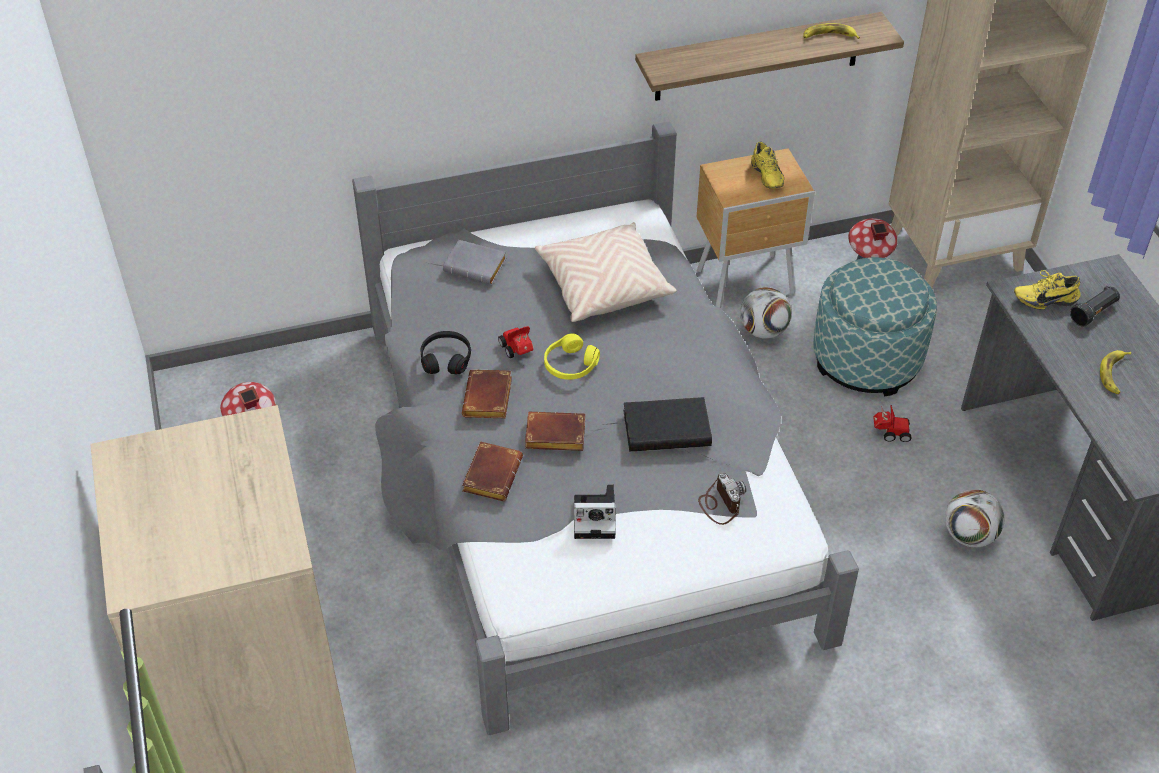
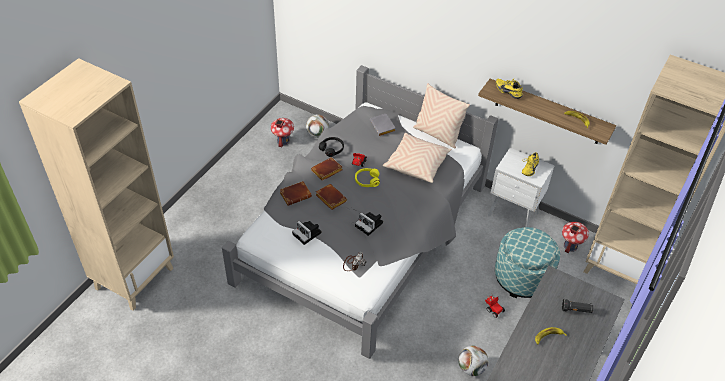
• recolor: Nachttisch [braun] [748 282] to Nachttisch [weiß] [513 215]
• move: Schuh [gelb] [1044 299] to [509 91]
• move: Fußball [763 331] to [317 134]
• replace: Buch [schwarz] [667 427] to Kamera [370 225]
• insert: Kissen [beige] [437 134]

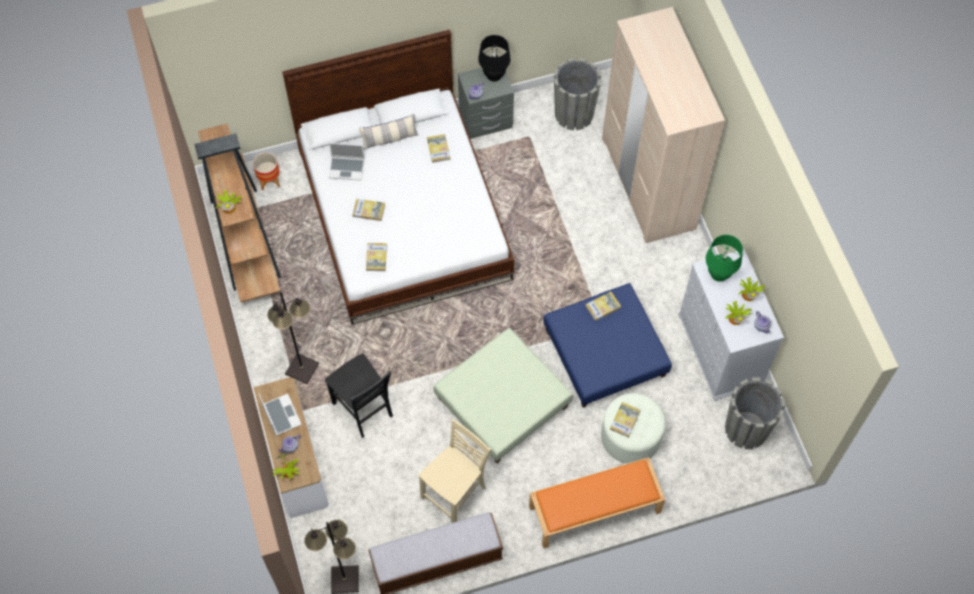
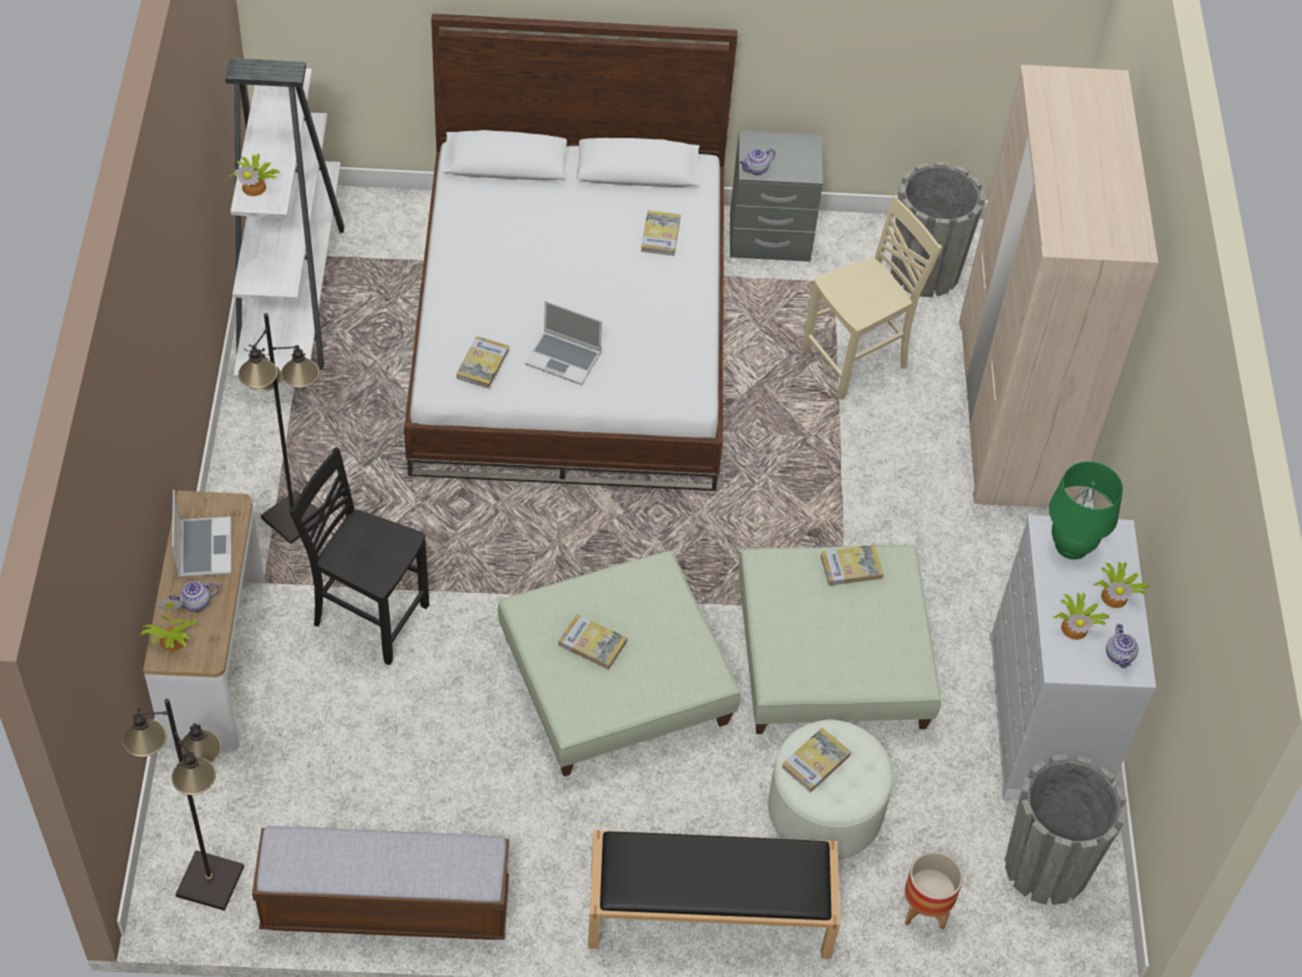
• delete: Tischlampe [schwarz] [494 75]
• delete: Kissen [389 139]
• recolor: Bücherregal [braun] [244 236] to Bücherregal [weiß] [291 292]
• move: Laptop [347 168] to [564 359]
• move: Pflanzkübel [269 181] to [925 910]
• move: Buch [368 210] to [592 643]
• recolor: Polsterhocker [blau] [605 354] to Polsterhocker [grün] [832 658]
• rotate: Stuhl [schwarz] [364 410] = [368 615] 135 degrees clockwise
• move: Stuhl [beige] [455 493] to [857 360]
• recolor: Bank [orange] [594 510] to Bank [schwarz] [708 913]

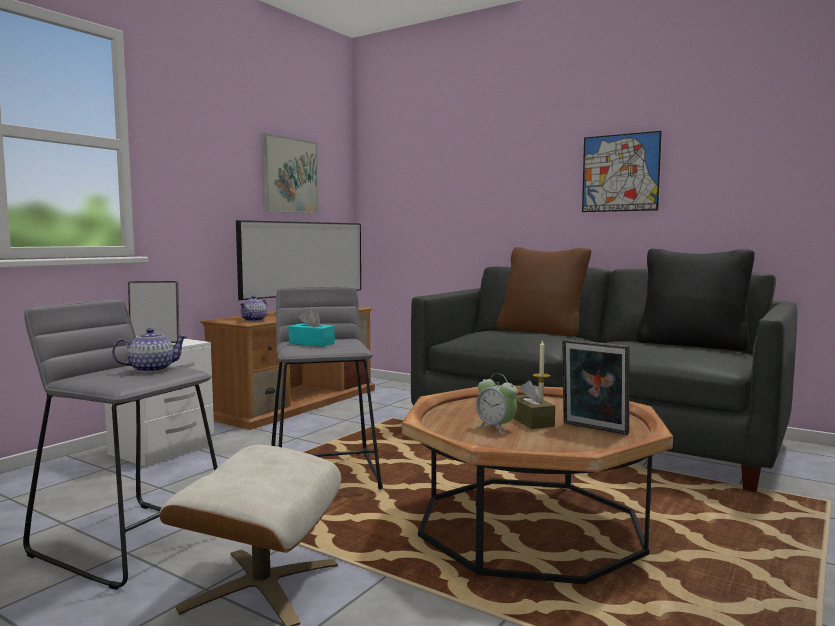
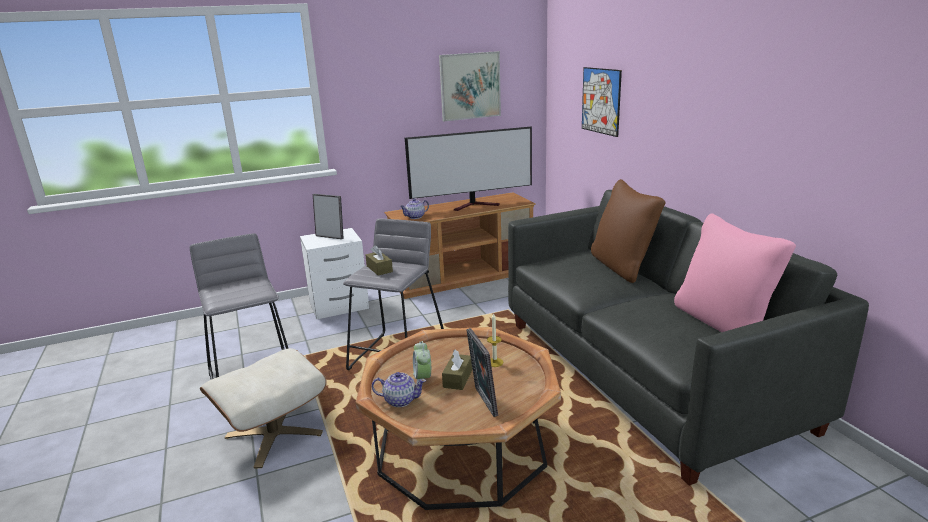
• move: Bild [620 173] to [601 101]
• recolor: Kissen [schwarz] [692 344] to Kissen [rosa] [723 322]
• recolor: Taschentuchbox [türkis] [311 343] to Taschentuchbox [braun] [379 269]
• move: Teekanne [151 369] to [400 400]

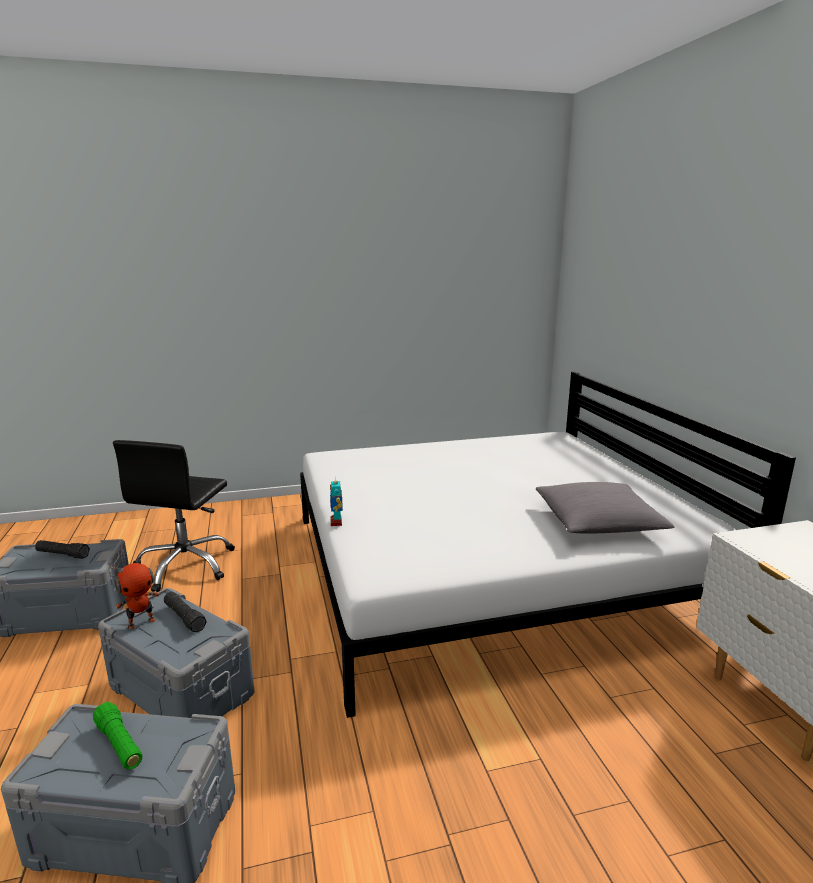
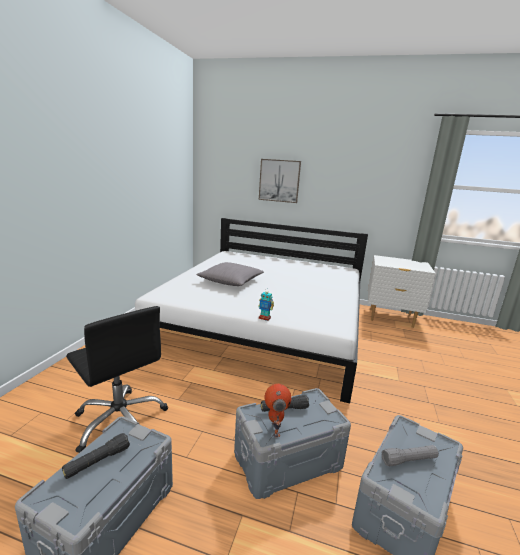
• move: Kissen [grau] [598 522] to [231 281]
• recolor: Taschenlampe [grün] [119 744] to Taschenlampe [grau] [409 460]
• insert: Bild [279 180]

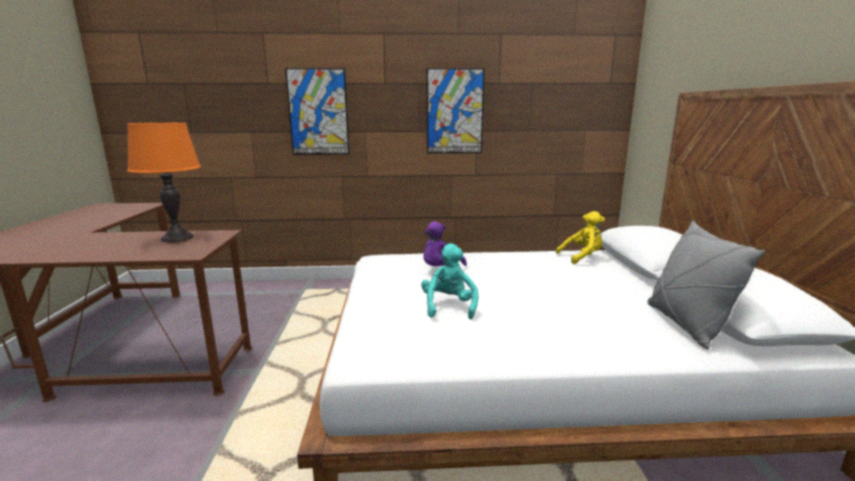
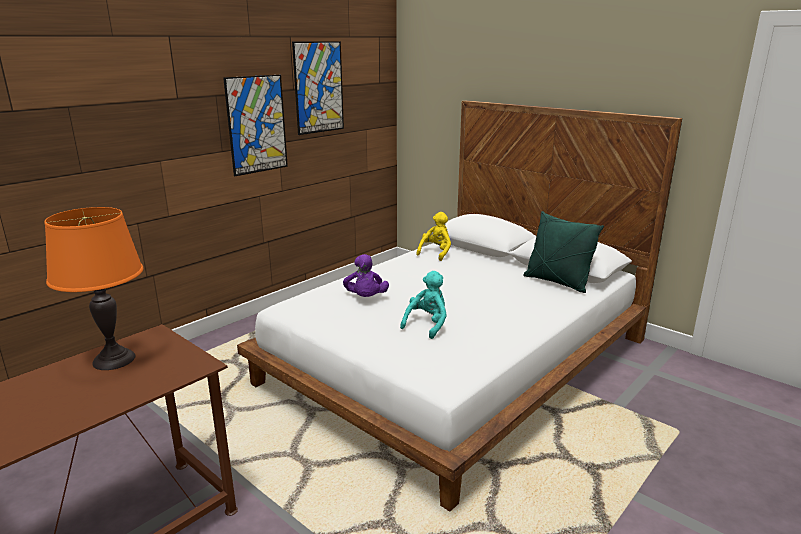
• move: Bild [318 112] to [318 87]
• recolor: Kissen [grau] [686 325] to Kissen [grün] [557 282]
• rotate: Plüschtier [türkis] [449 306] = [427 324] 75 degrees clockwise

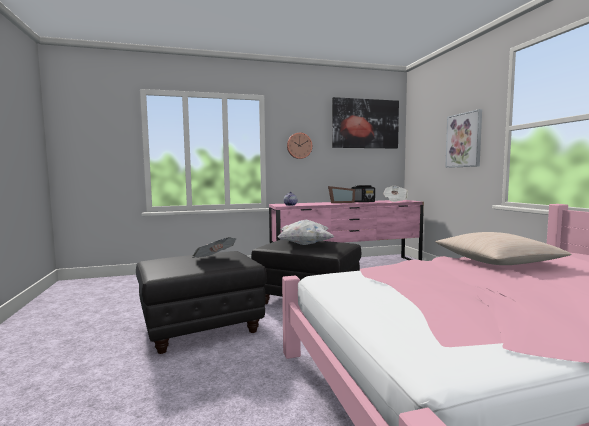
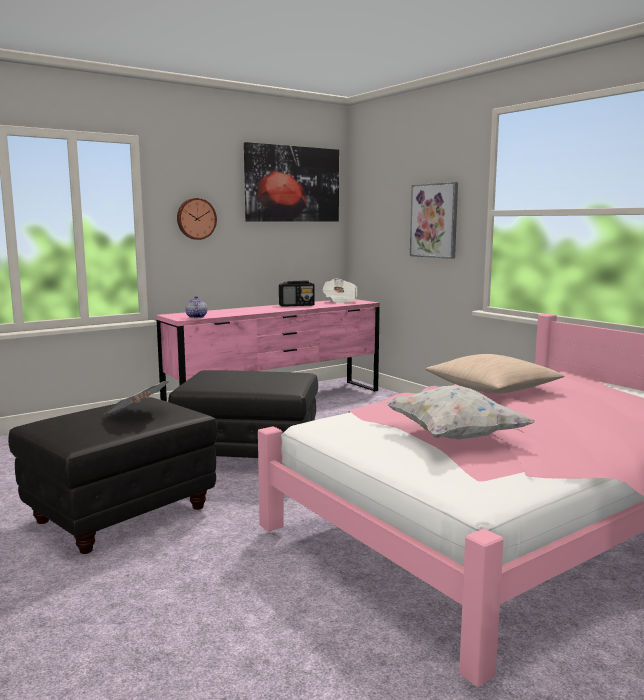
• delete: Bilderrahmen [340 202]
• move: Kissen [weiß] [305 244] to [453 436]

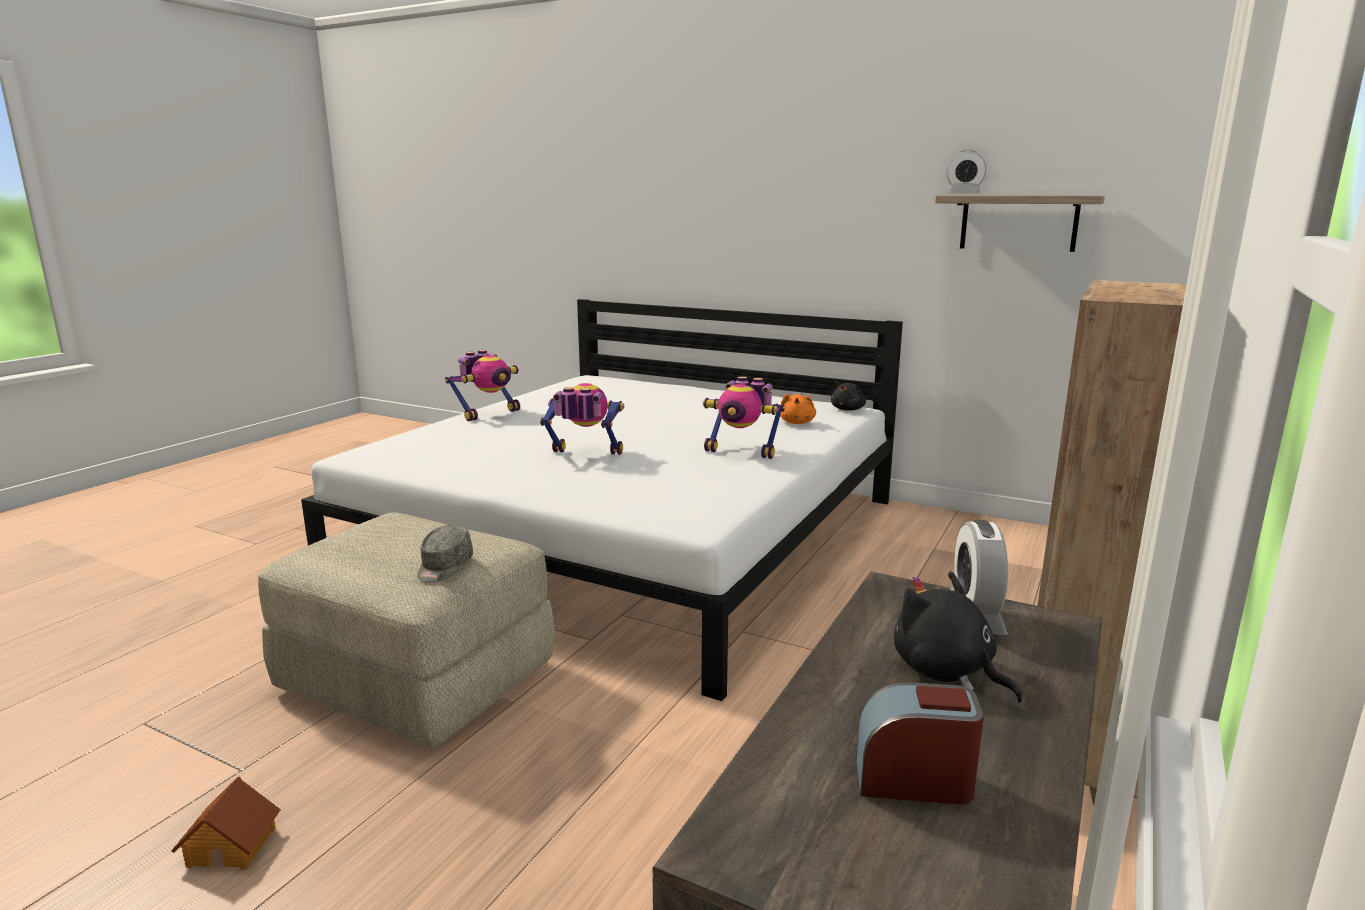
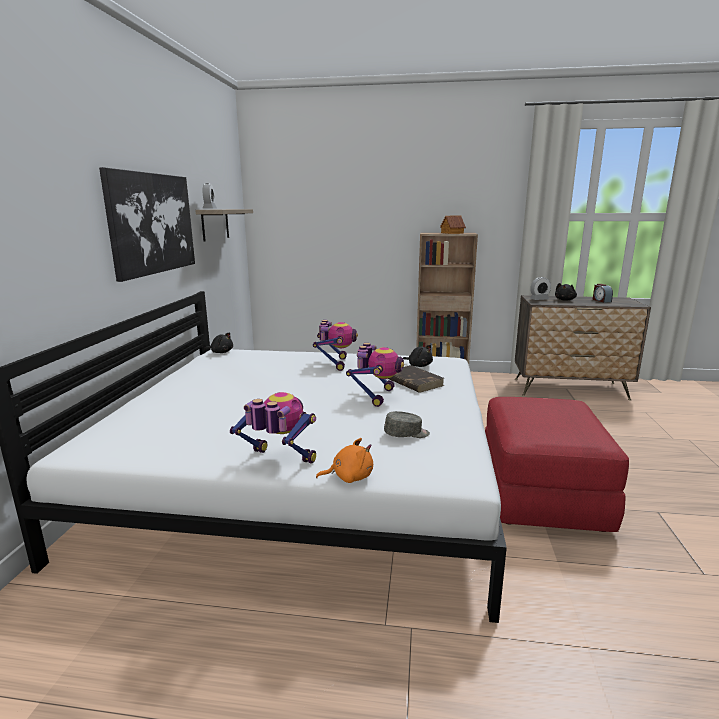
• rotate: Spielzeugroboter [584 455] = [376 396] 150 degrees counterclockwise
• move: Plüschtier [orange] [797 422] to [349 477]
• recolor: Polsterhocker [beige] [420 678] to Polsterhocker [rot] [540 493]
• move: Kappe [grau] [444 567] to [406 434]
• move: Spielzeughaus [232 845] to [451 233]
• insert: Bild [152 223]
• insert: Plüschtier [schwarz] [419 365]
• insert: Buch [braun] [413 382]

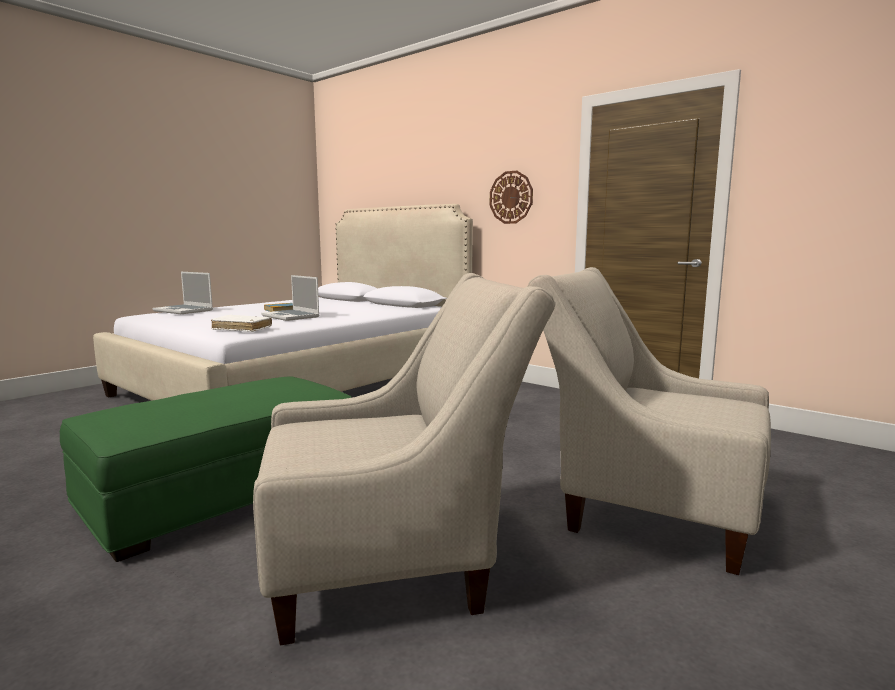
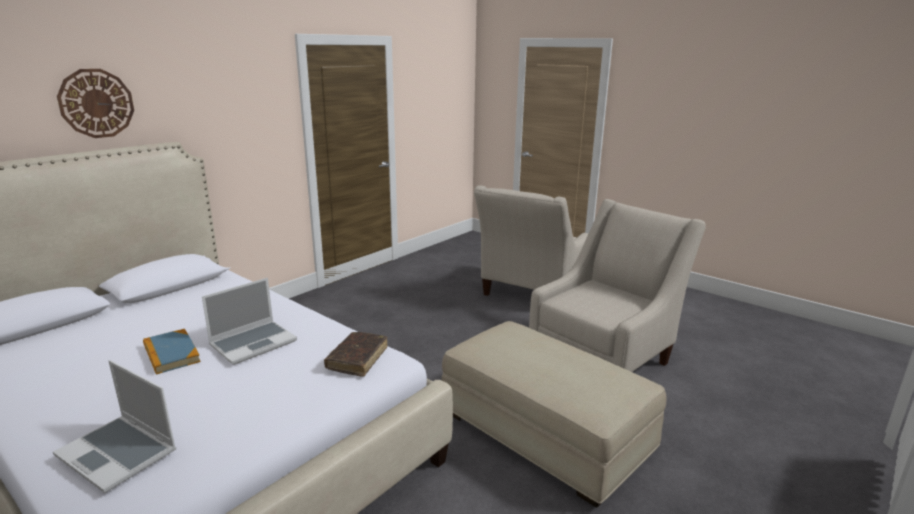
• move: Wanduhr [511 197] to [96 103]
• rotate: Laptop [184 311] = [119 453] 90 degrees clockwise
• rotate: Sessel [beige] [394 561] = [605 356] 60 degrees clockwise
• recolor: Buch [weiß] [242 329] to Buch [braun] [357 359]
• recolor: Polsterhocker [grün] [224 492] to Polsterhocker [beige] [543 431]

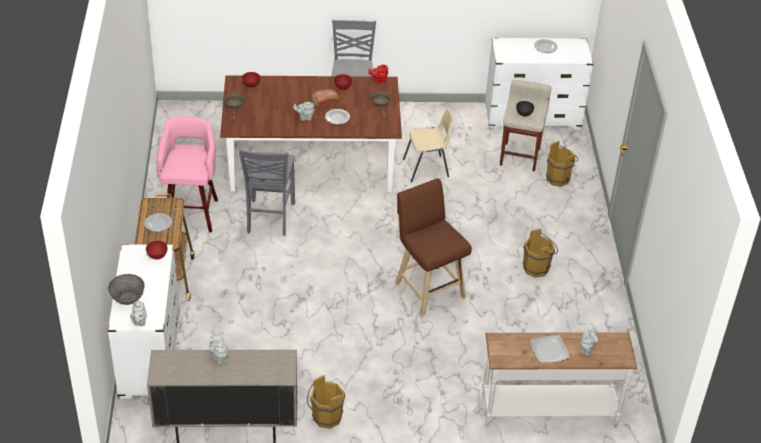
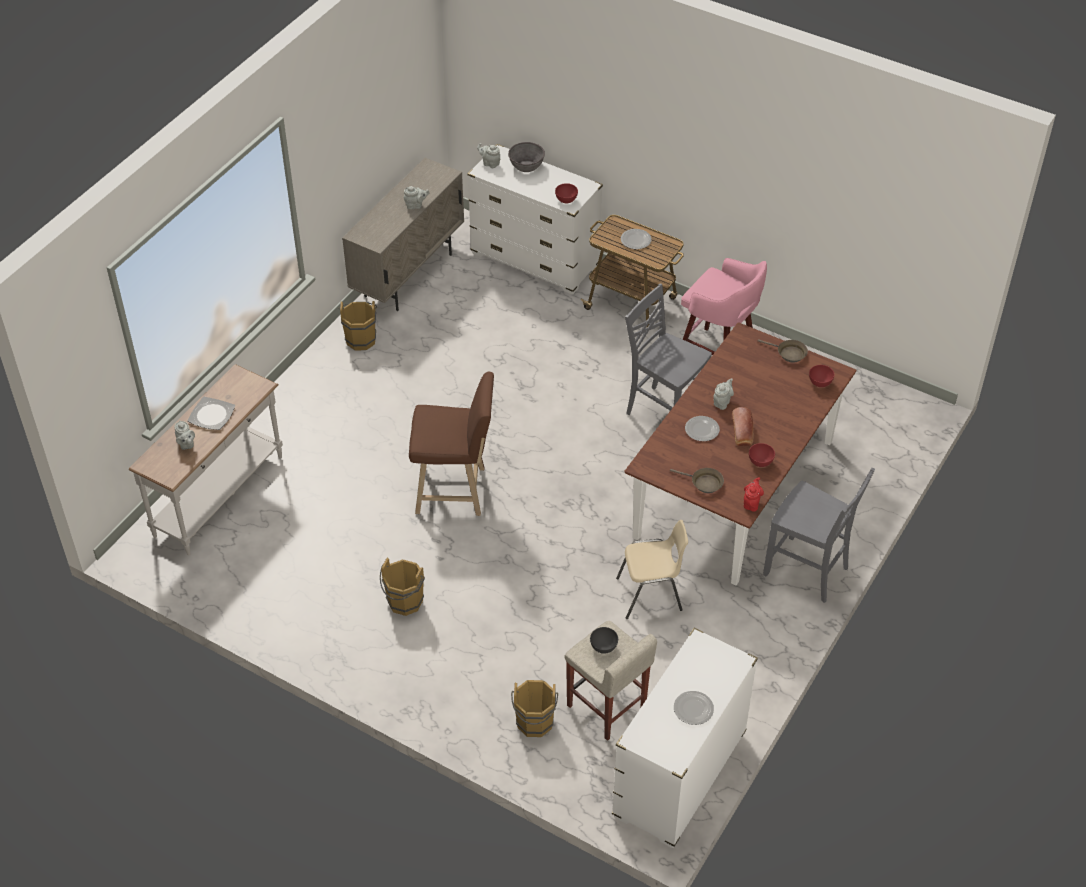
• rotate: Stuhl [beige] [427 168] = [651 595] 120 degrees counterclockwise

